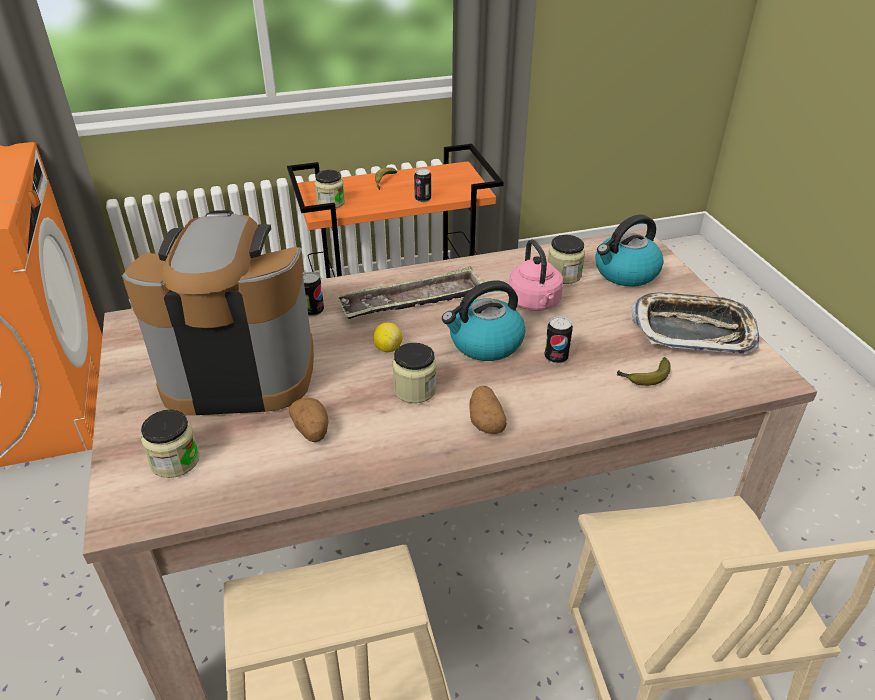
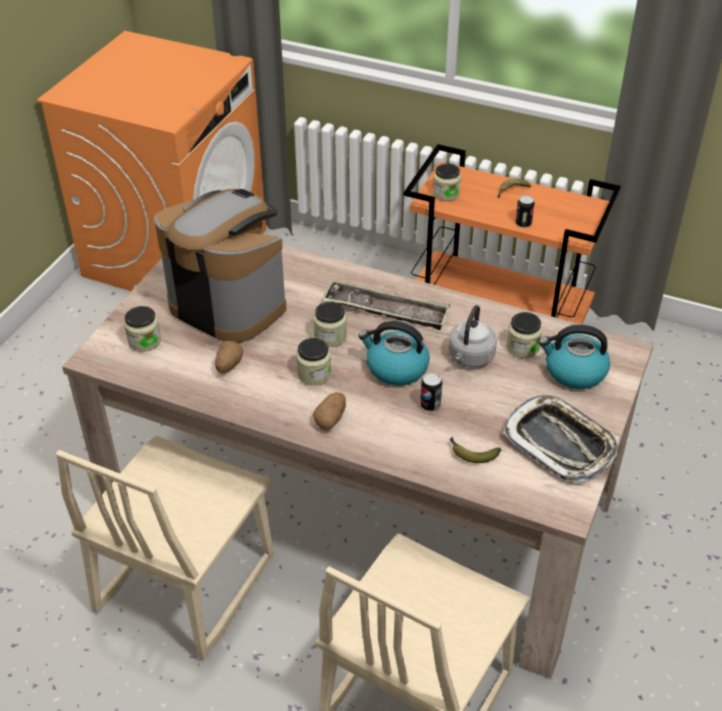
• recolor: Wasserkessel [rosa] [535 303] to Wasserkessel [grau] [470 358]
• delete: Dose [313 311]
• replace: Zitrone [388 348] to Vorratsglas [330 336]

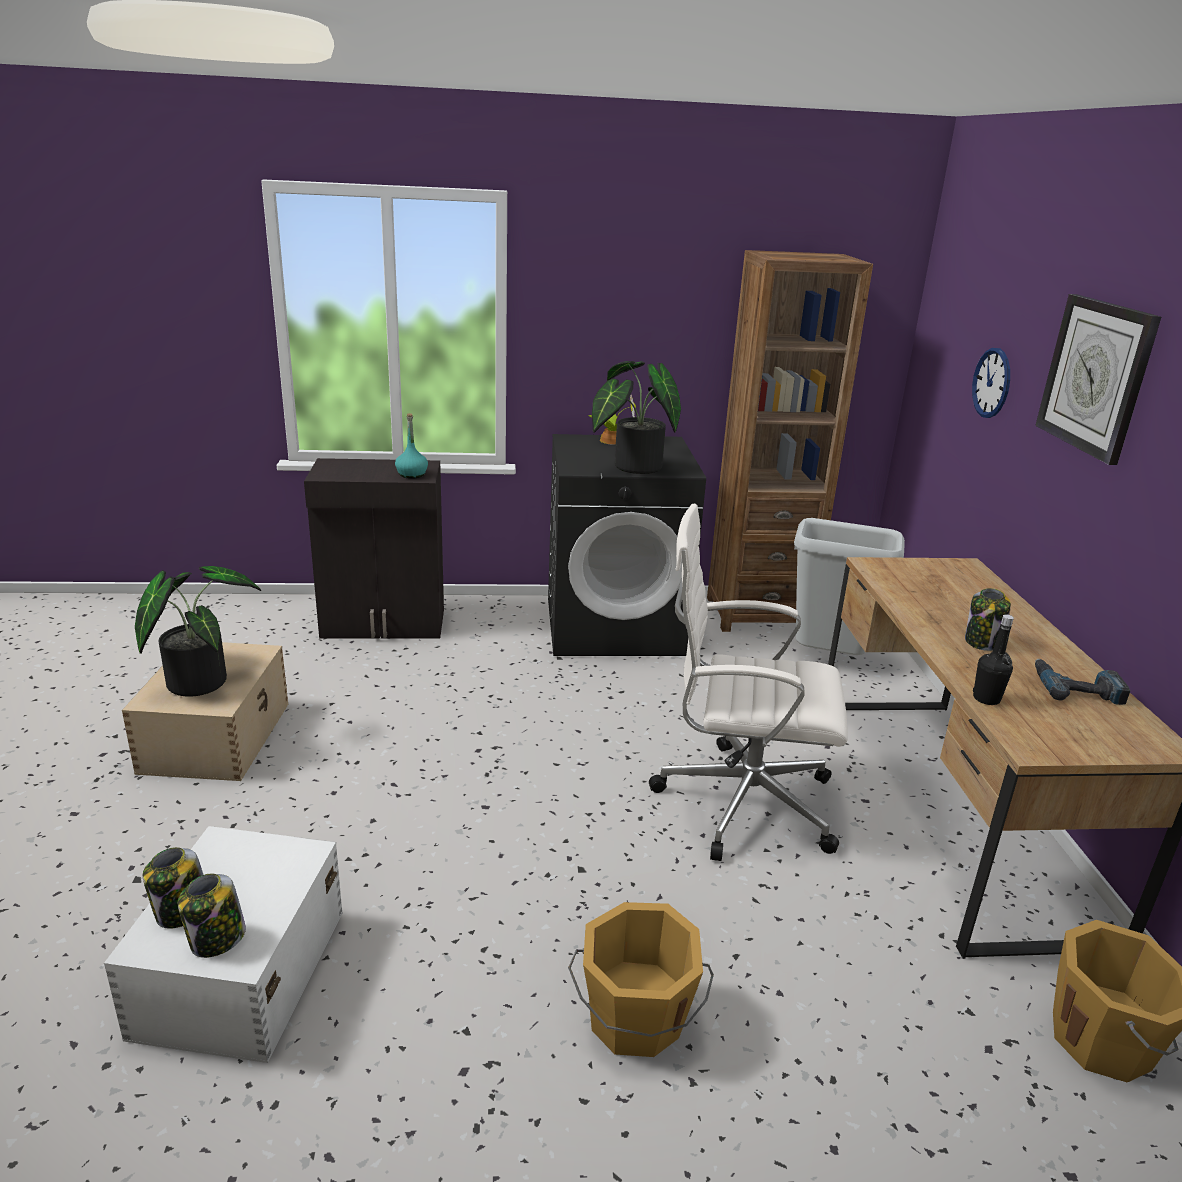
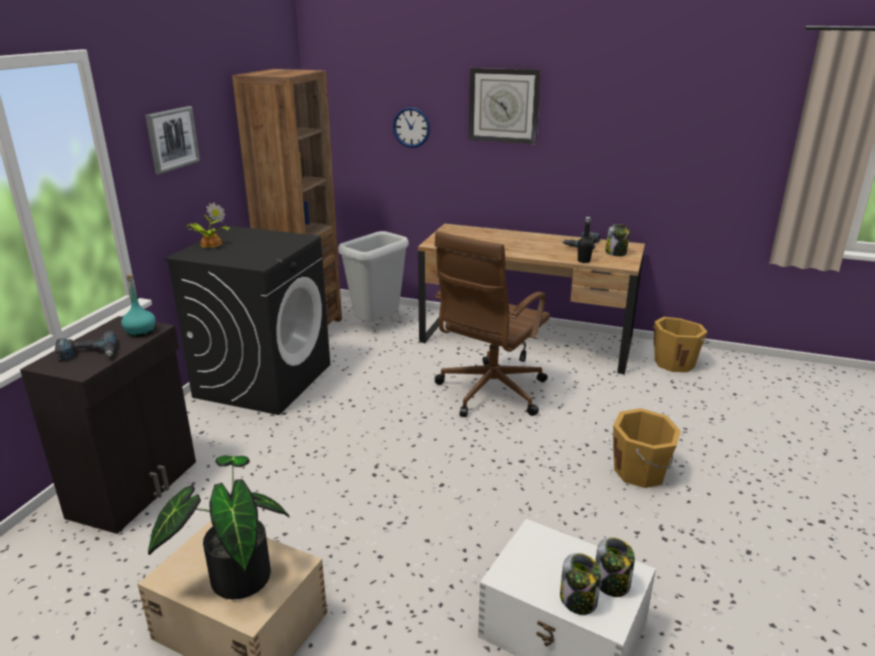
• delete: Topfpflanze [632 467]
• recolor: Bürostuhl [weiß] [740 801] to Bürostuhl [braun] [489 392]
• move: Vorratsglas [983 642] to [616 253]
• insert: Bild [172 139]
• insert: Bohrmaschine [88 354]

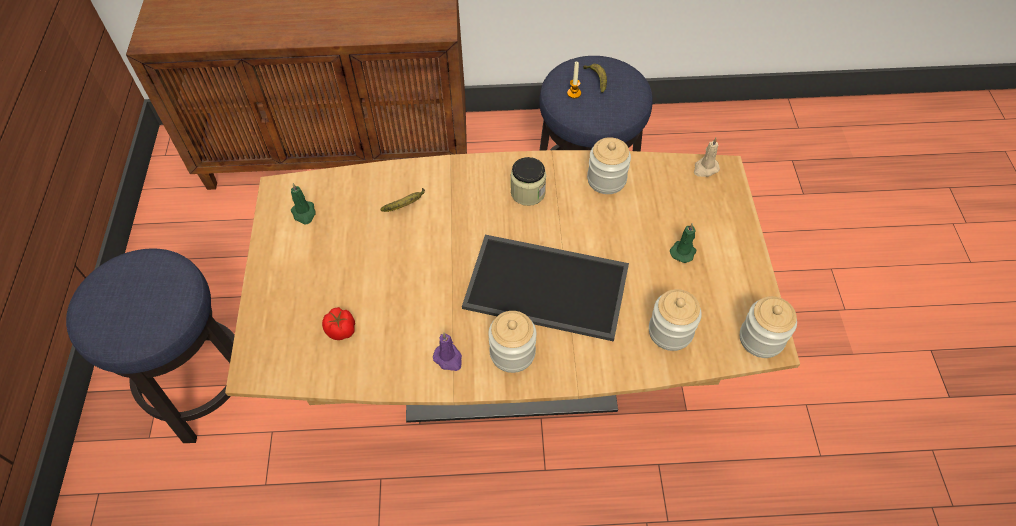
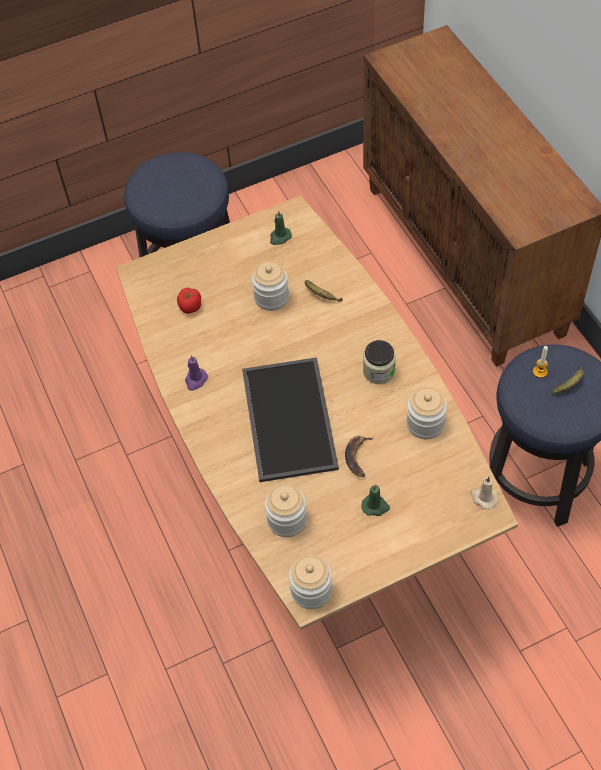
• move: Vorratsglas [512 353] to [271 297]
• insert: Banane [358 457]

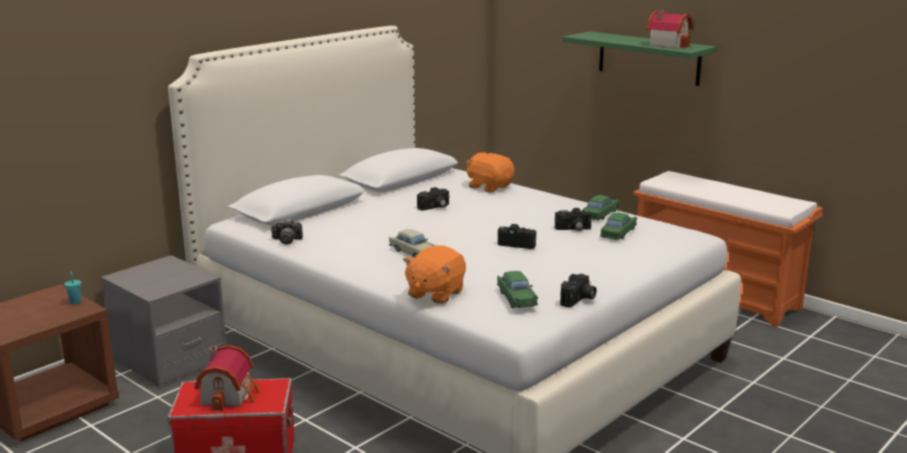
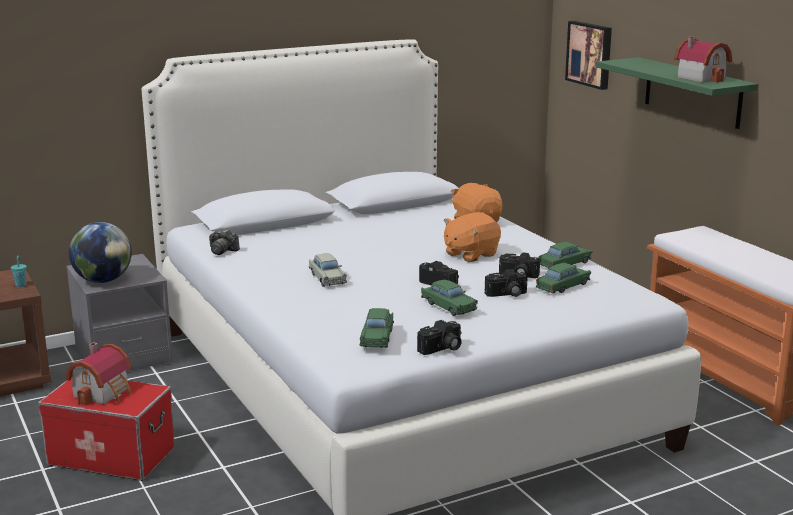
• move: Kamera [435 207] to [507 294]
• move: Plüschtier [orange] [435 293] to [470 254]
• insert: Bild [590 54]
• insert: Globus [103 280]
• insert: Spielzeugauto [grün] [448 306]

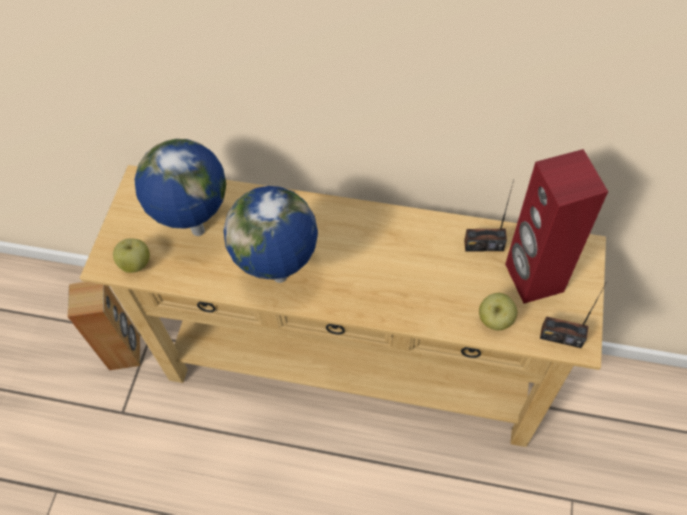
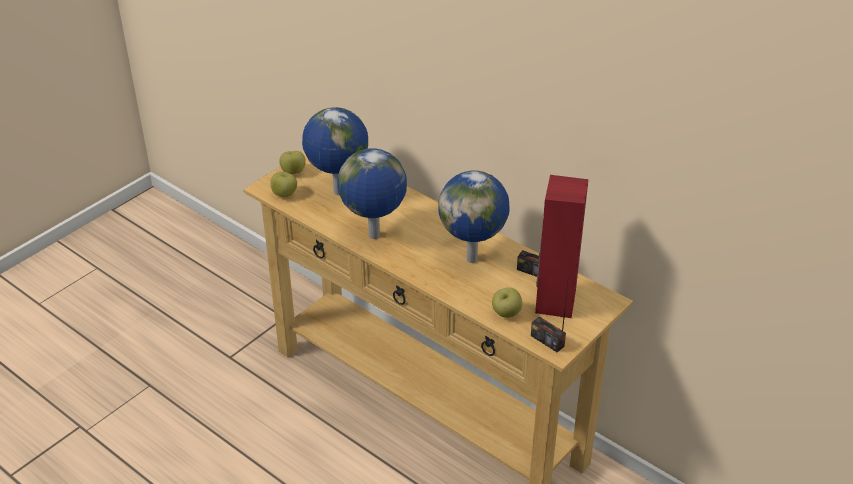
• delete: Lautsprecher [braun] [125 352]
• insert: Apfel [293 172]
• insert: Globus [473 258]

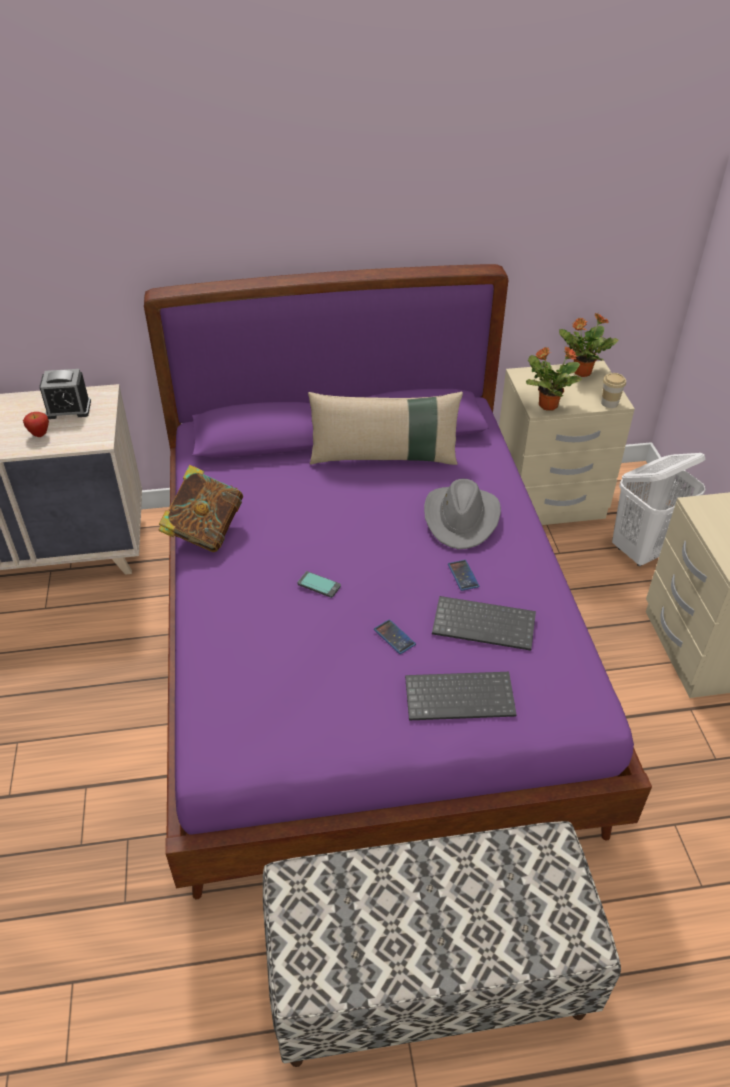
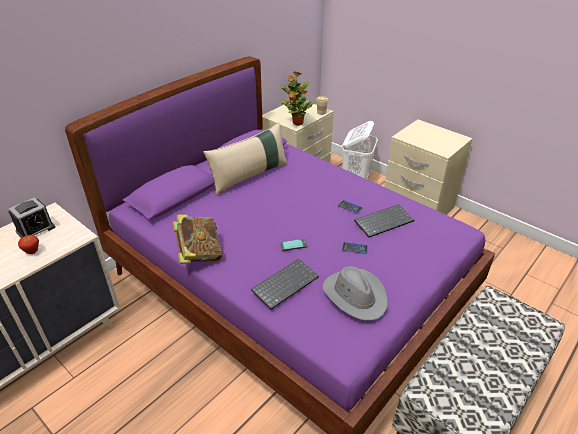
• move: Hut [grau] [461 518] to [355 295]
• move: Tastatur [460 696] to [285 283]

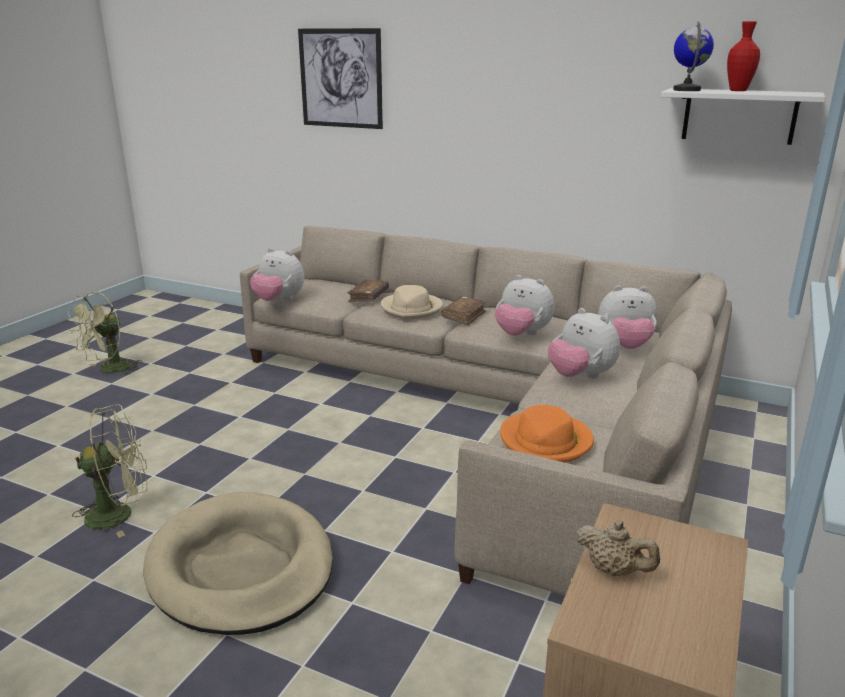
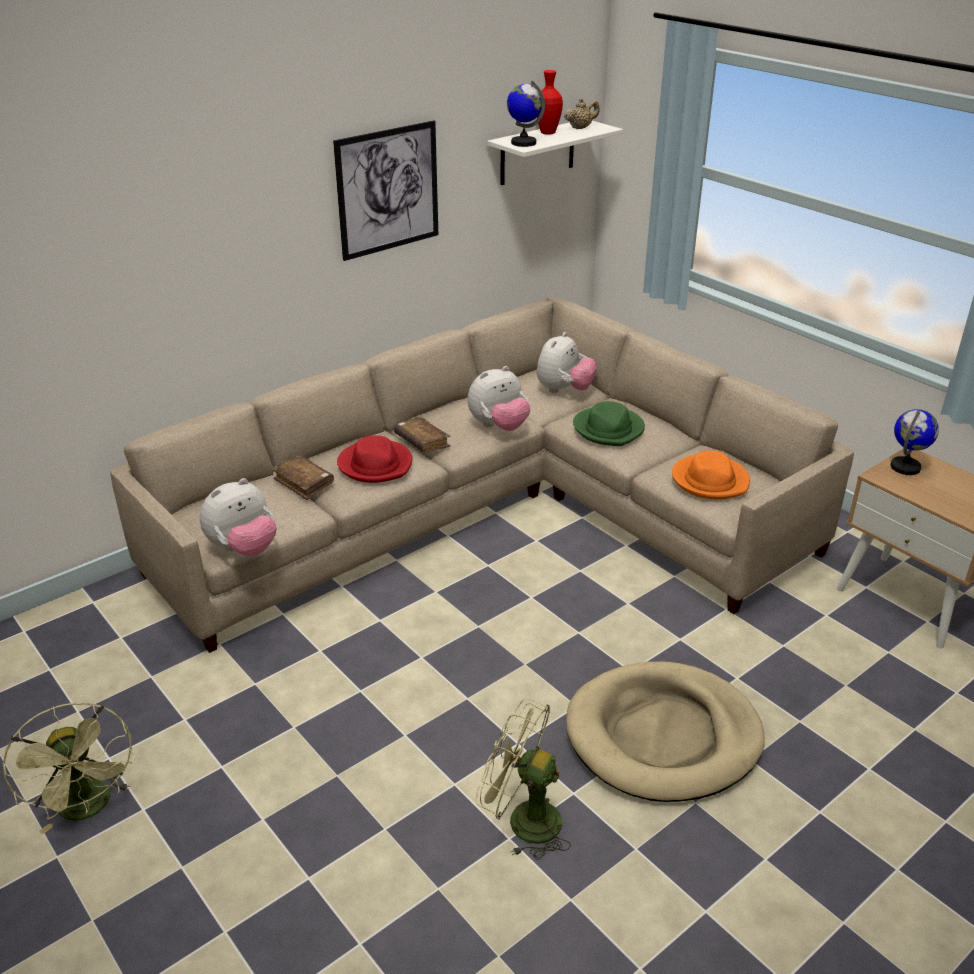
• move: Bild [340 78] to [388 190]
• recolor: Hut [beige] [412 309] to Hut [rot] [375 464]
• replace: Plüschtier [580 376] to Hut [grün] [609 429]
• rotate: Ventilator [grün] [120 514] = [523 820] 75 degrees counterclockwise
• move: Teekanne [beige] [614 570] to [580 128]
• insert: Globus [905 467]

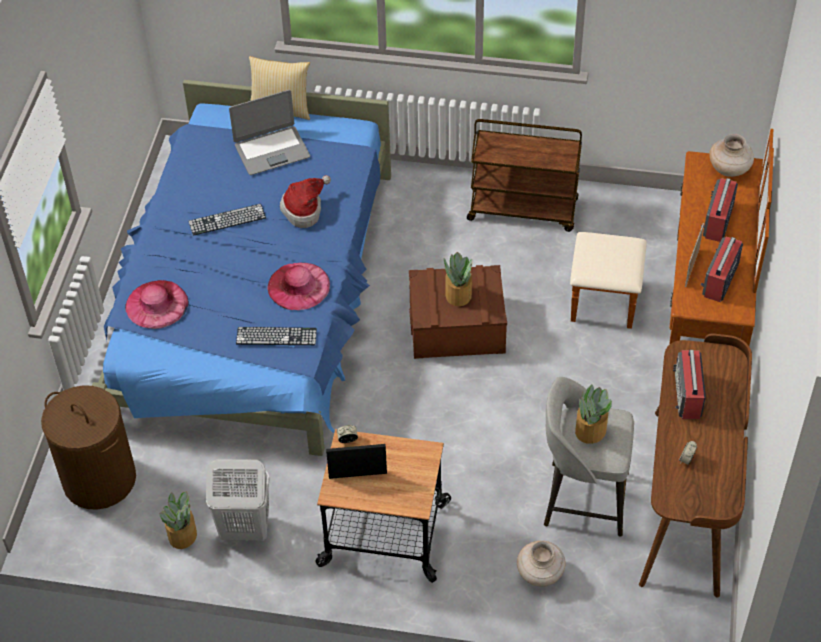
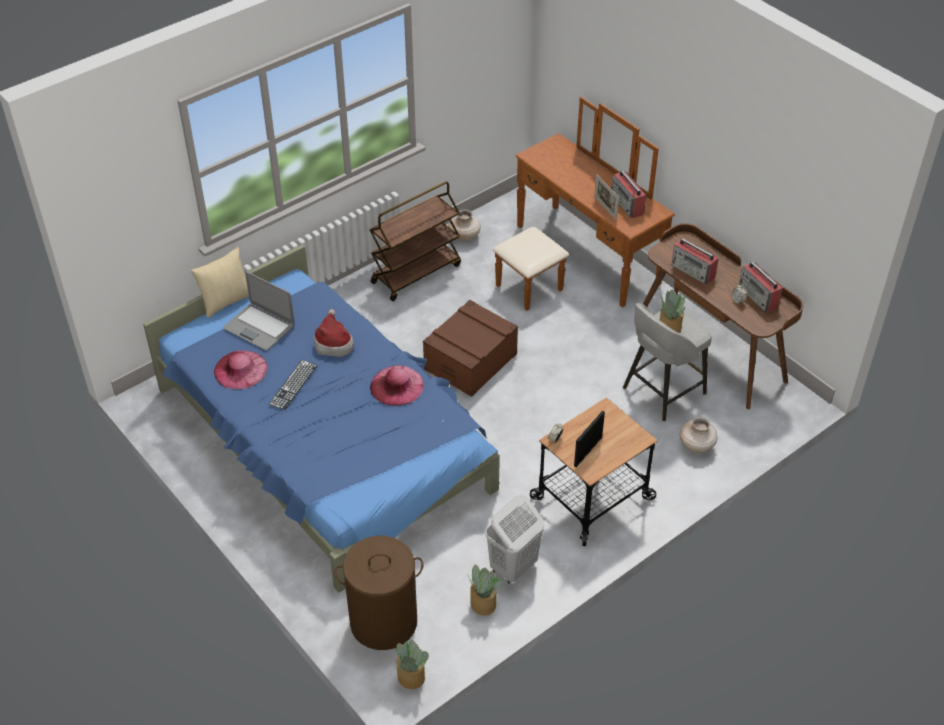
• rotate: Laptop [271 150] = [259 327] 105 degrees clockwise
• move: Vase [beige] [729 169] to [464 236]
• move: Radio [718 221] to [758 297]
• move: Topfpflanze [458 295] to [411 678]
• move: Hut [rosa] [157 304] to [240 369]
• delete: Tastatur [276 336]

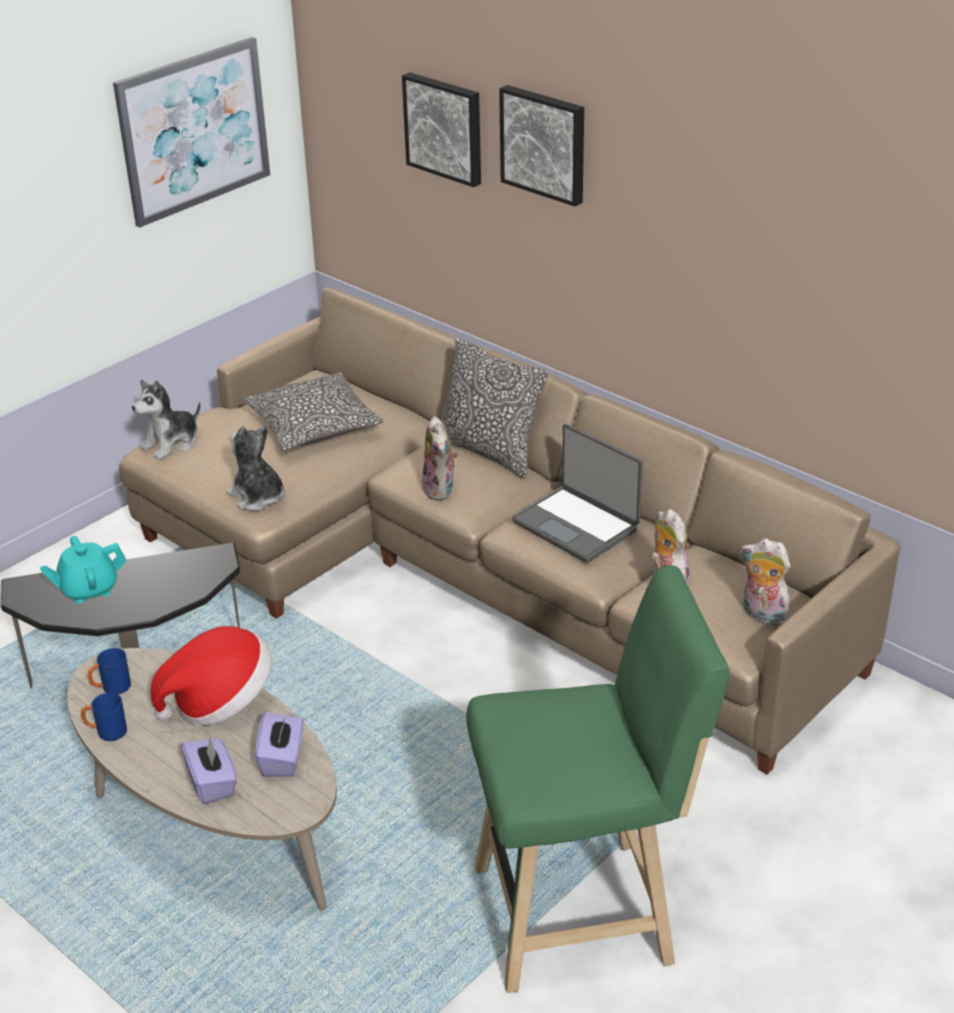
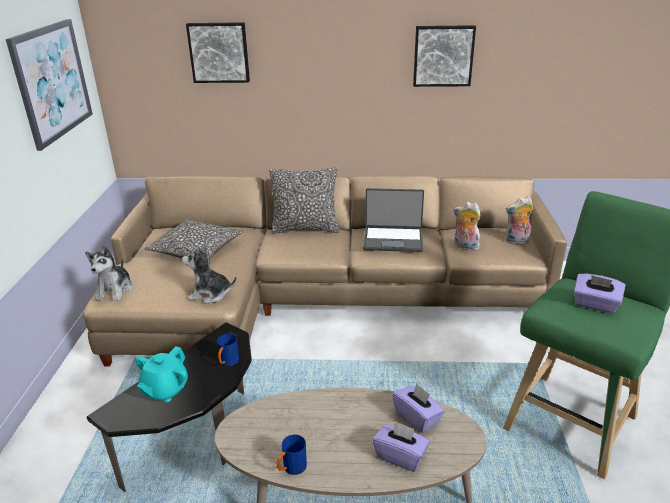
• move: Bild [545 143] to [443 56]
• delete: Plüschtier [441 490]
• delete: Hut [220 701]
• move: Henkelbecher [blau] [111 688] to [227 363]
• insert: Taschentuchbox [lila] [595 304]

